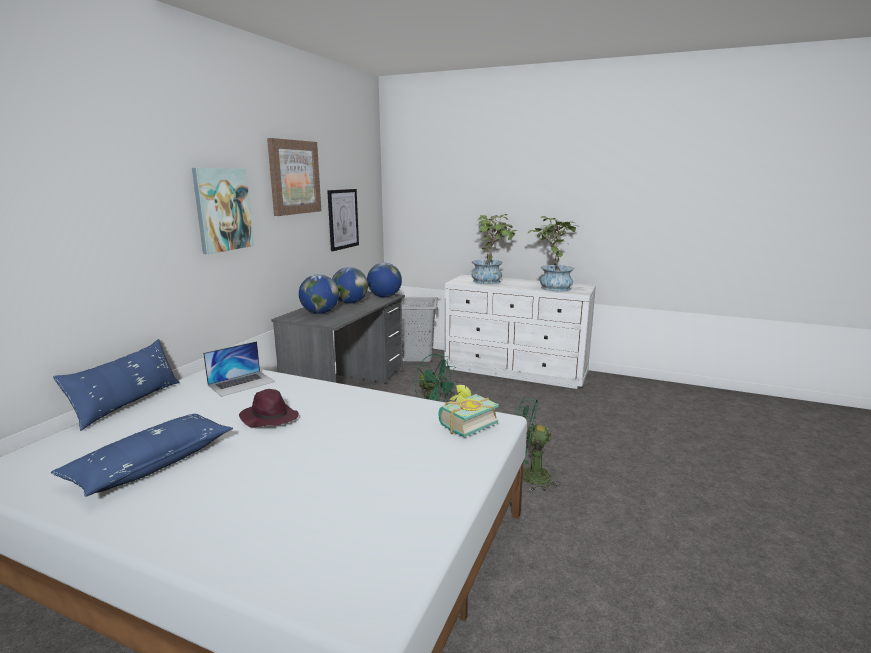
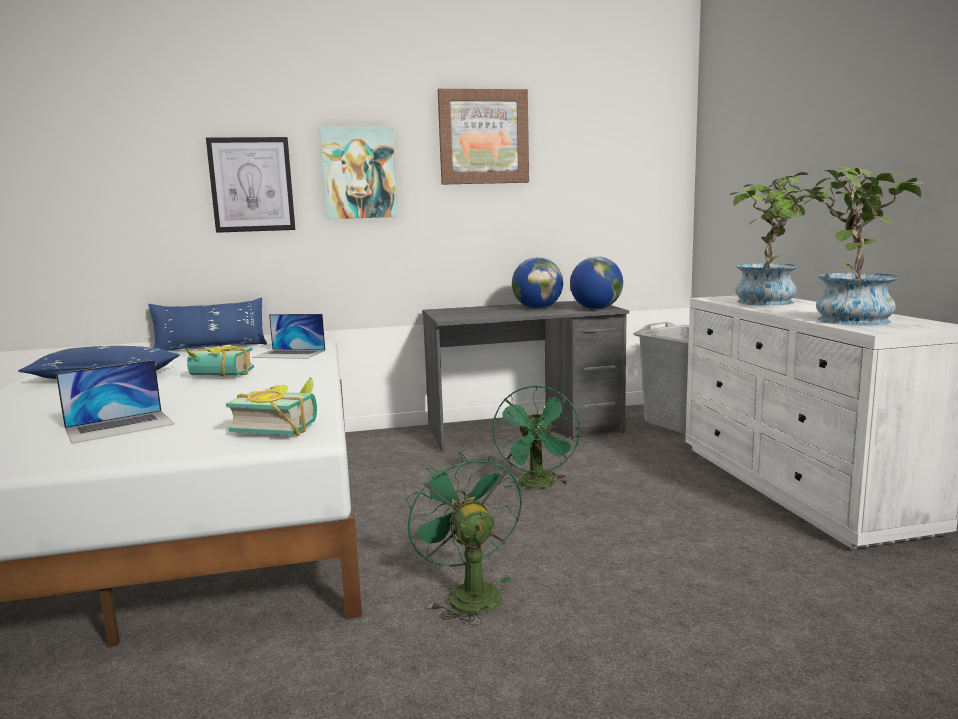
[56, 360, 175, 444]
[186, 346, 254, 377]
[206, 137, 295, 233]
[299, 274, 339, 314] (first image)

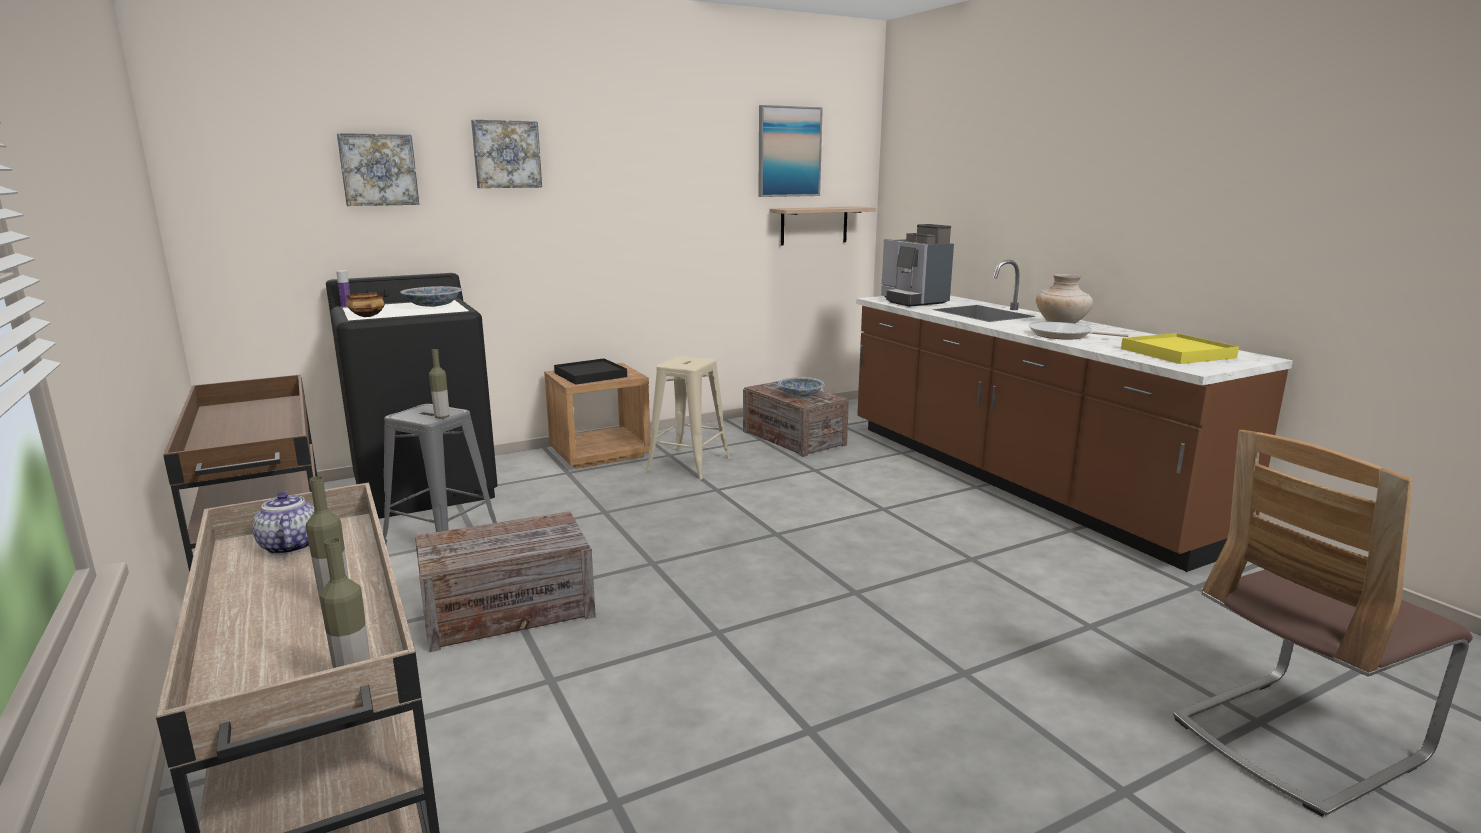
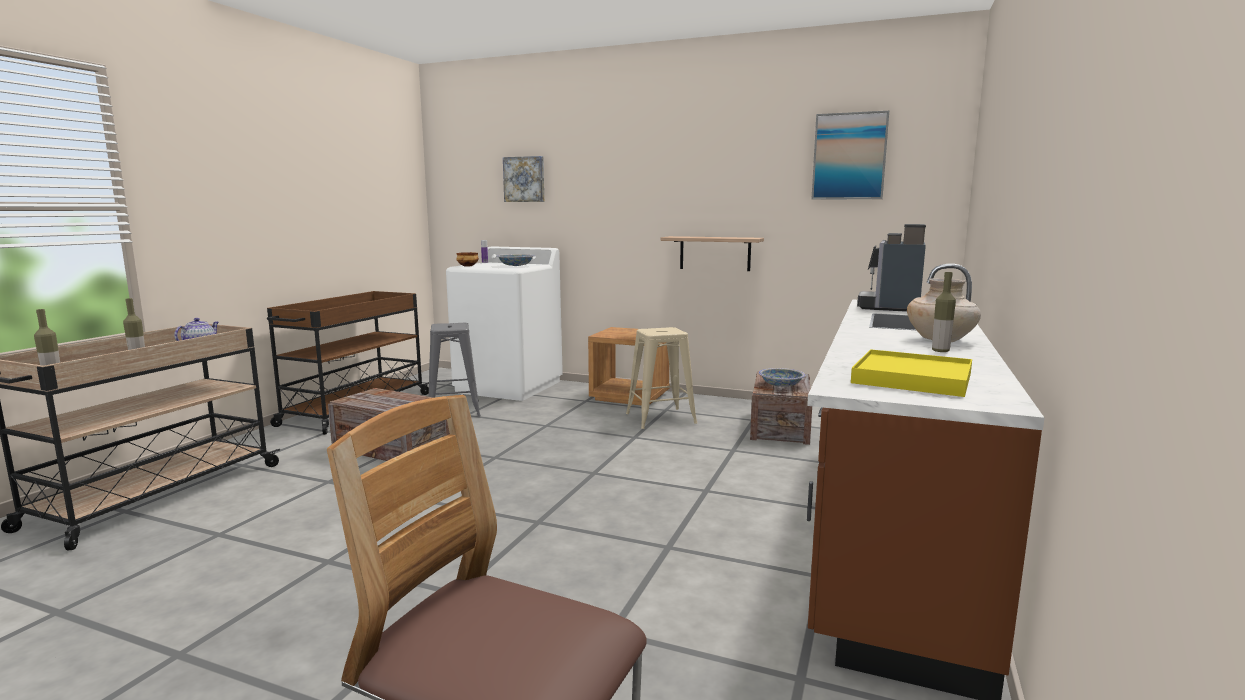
[446, 246, 563, 401]
[661, 236, 764, 271]
[932, 272, 956, 352]
[471, 120, 542, 188] (first image)
[554, 358, 627, 385] (first image)
[1029, 322, 1129, 340] (first image)

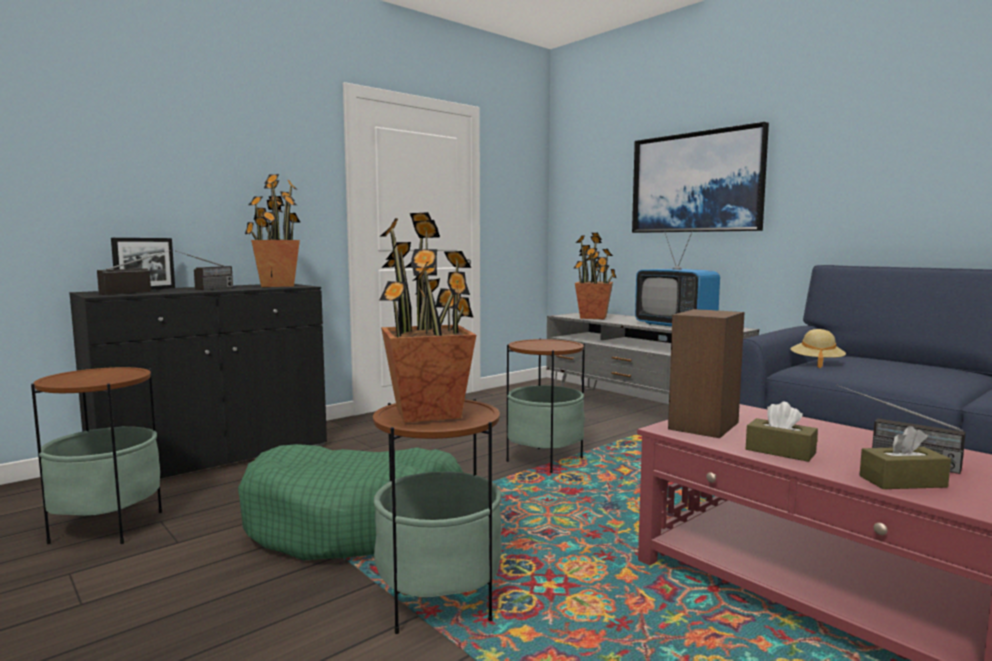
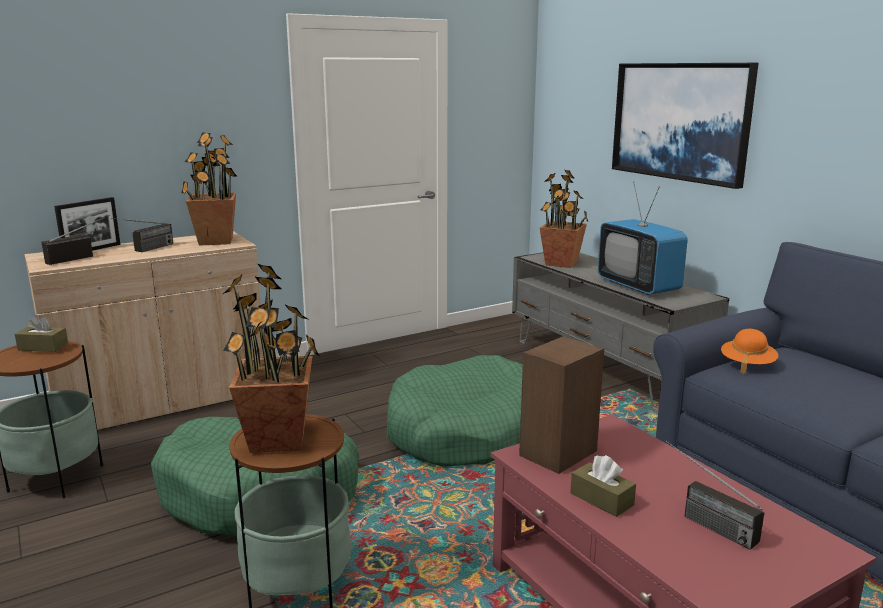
[15, 315, 68, 352]
[24, 231, 264, 430]
[387, 355, 523, 467]
[721, 329, 778, 374]

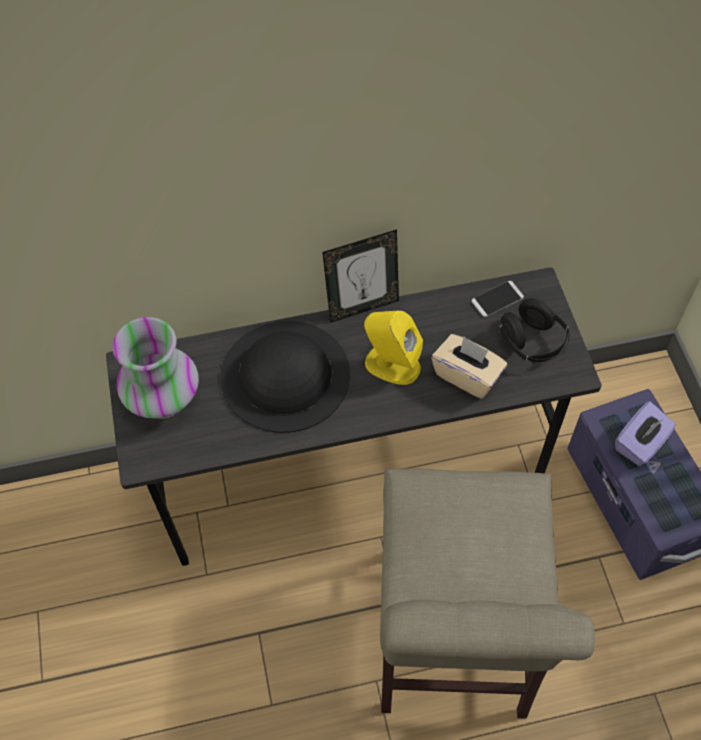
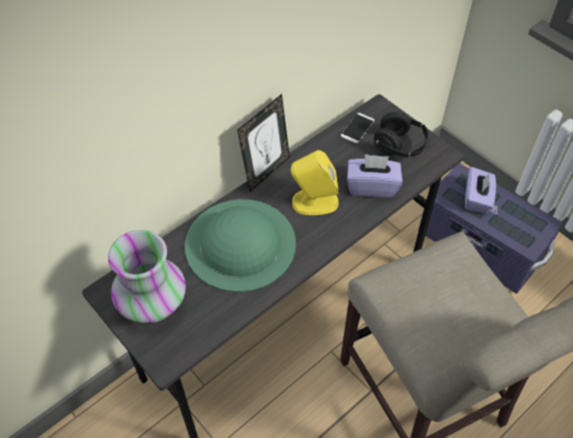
[185, 199, 296, 292]
[347, 154, 403, 198]

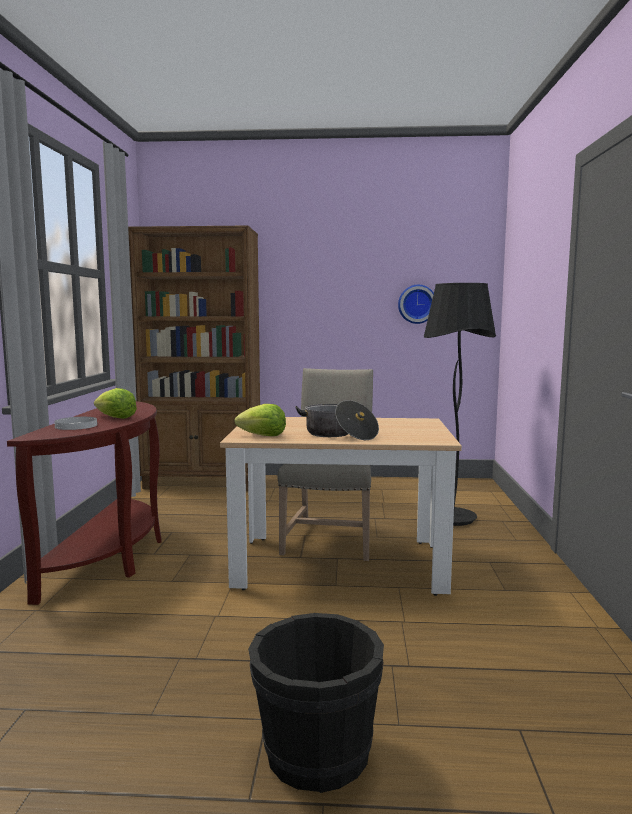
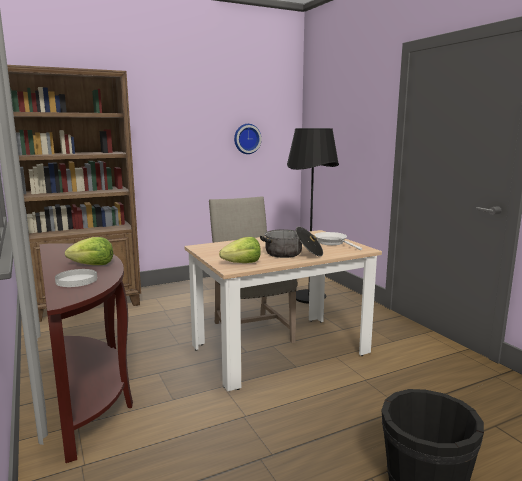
[314, 232, 362, 250]

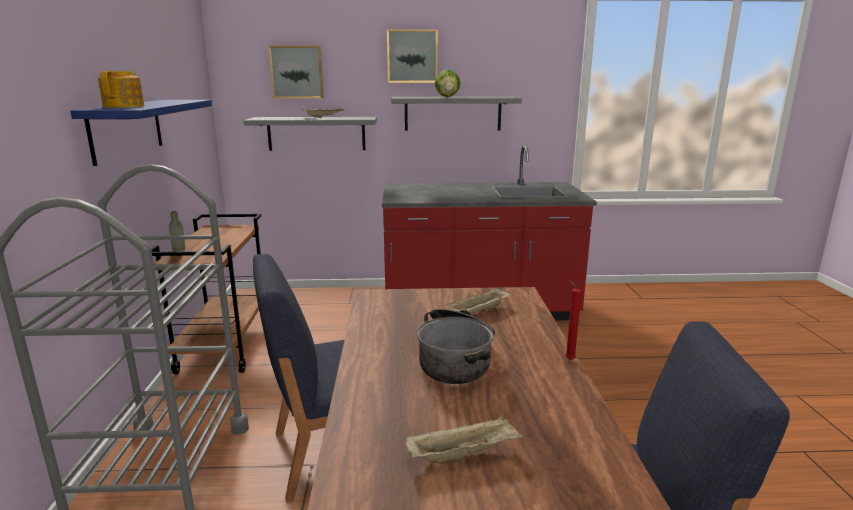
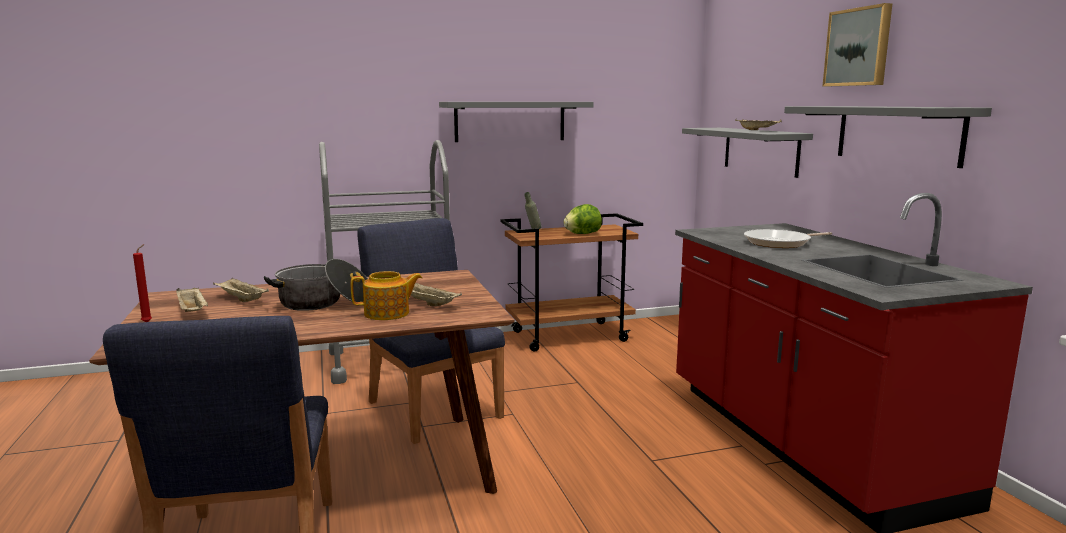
[133, 244, 152, 322]
[213, 278, 269, 302]
[351, 271, 422, 320]
[439, 102, 594, 142]
[563, 204, 602, 234]
[744, 229, 832, 248]
[269, 46, 324, 99] (first image)

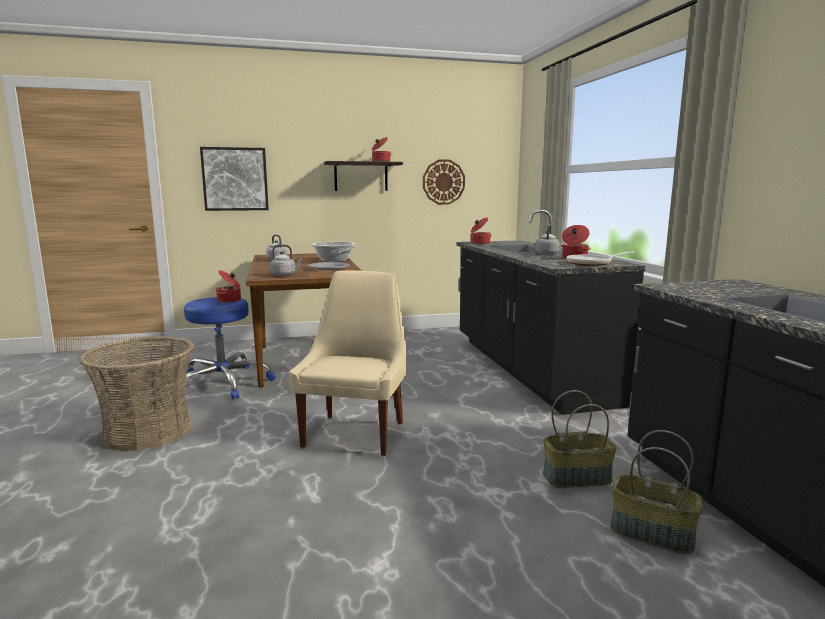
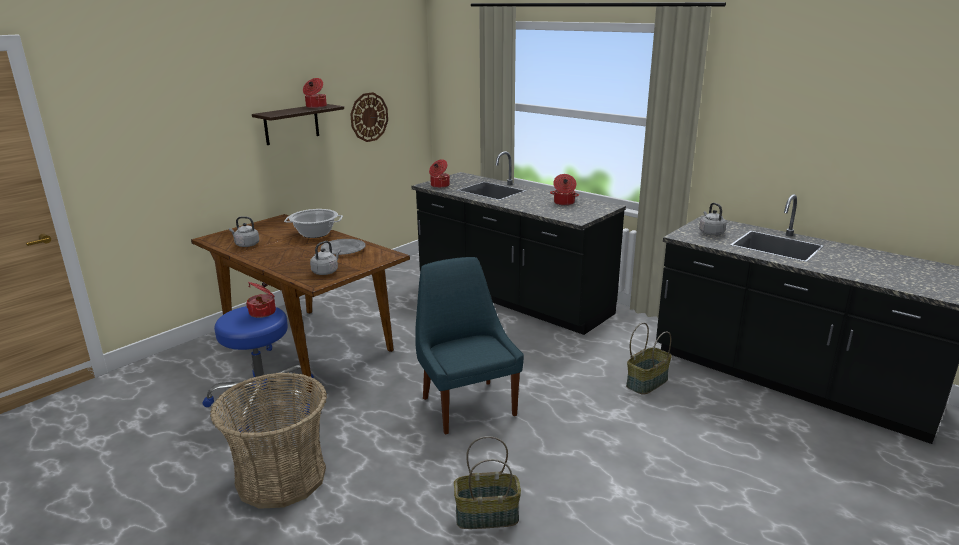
[415, 257, 524, 434]
[454, 436, 521, 529]
[699, 203, 727, 235]
[200, 147, 269, 211] (first image)
[567, 251, 635, 266] (first image)

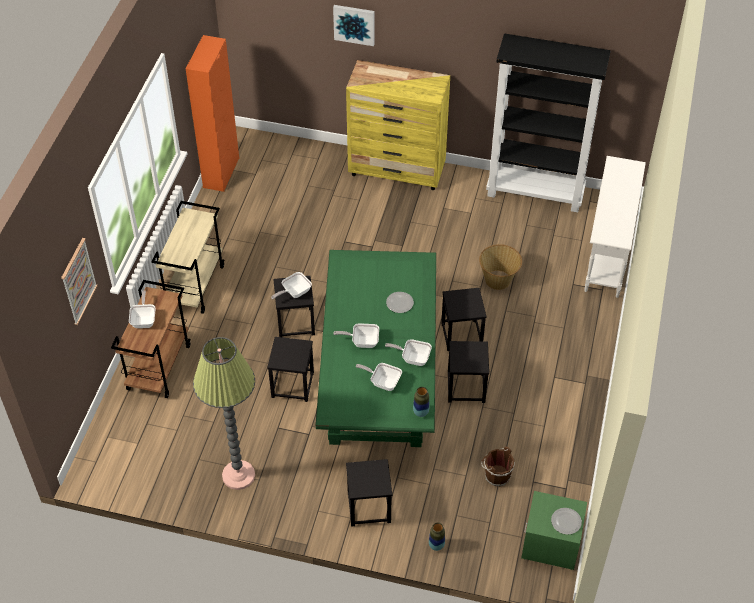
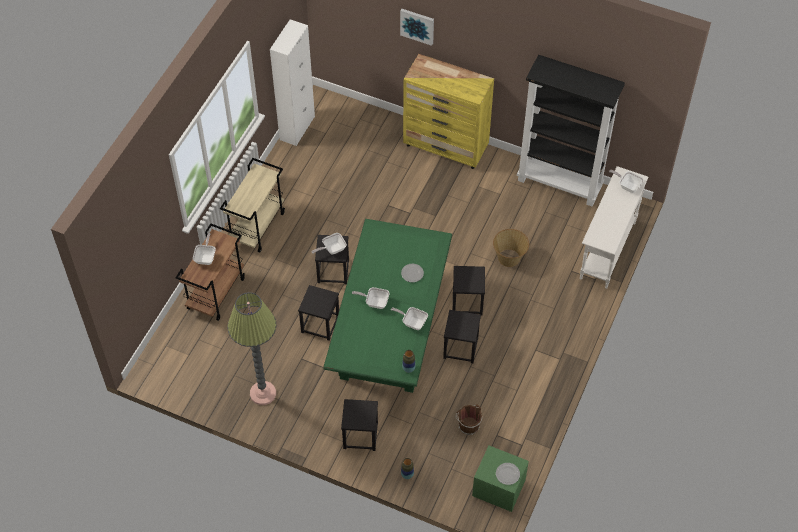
[270, 19, 315, 146]
[609, 170, 644, 193]
[61, 238, 98, 325] (first image)

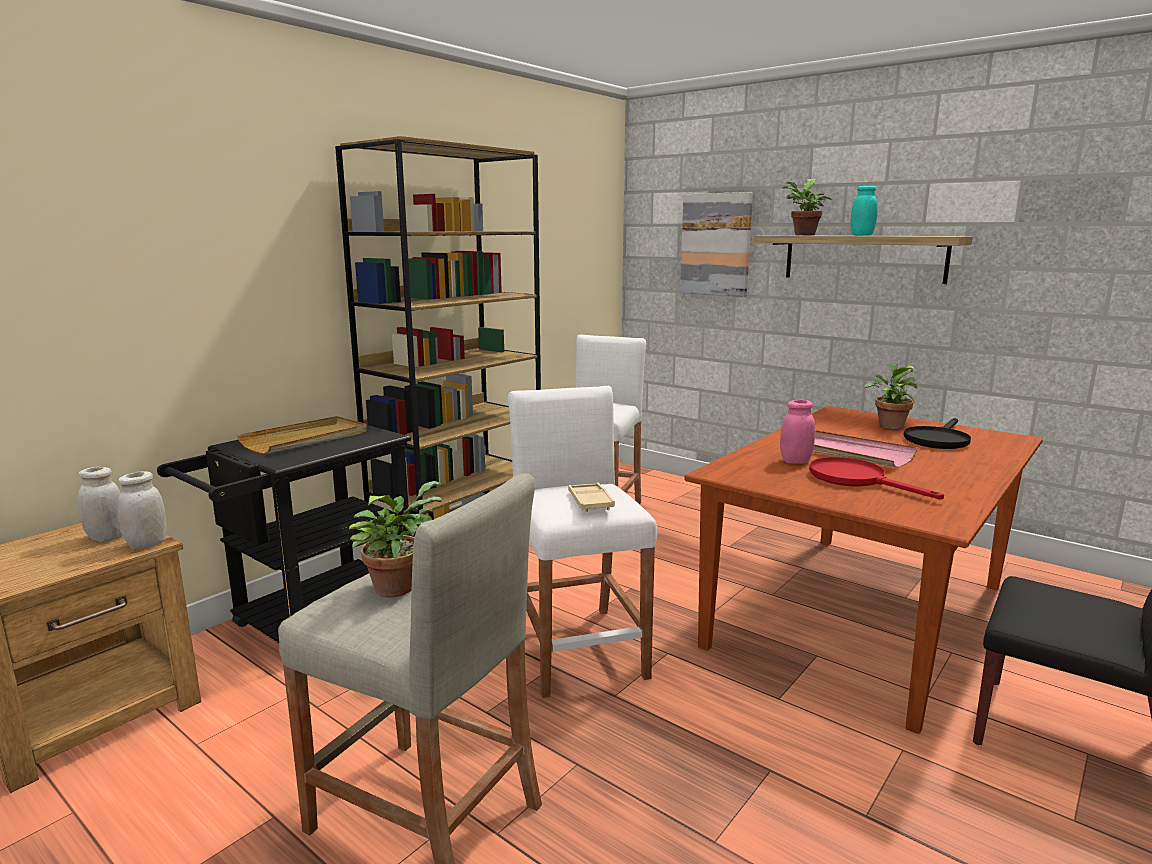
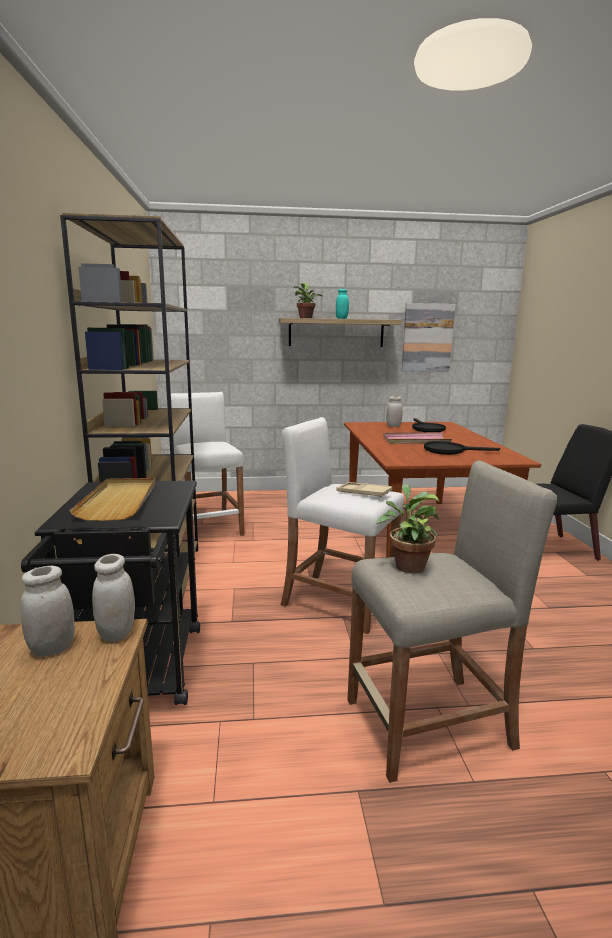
[386, 396, 403, 427]
[402, 303, 455, 372]
[424, 441, 500, 455]
[780, 400, 815, 464] (first image)

